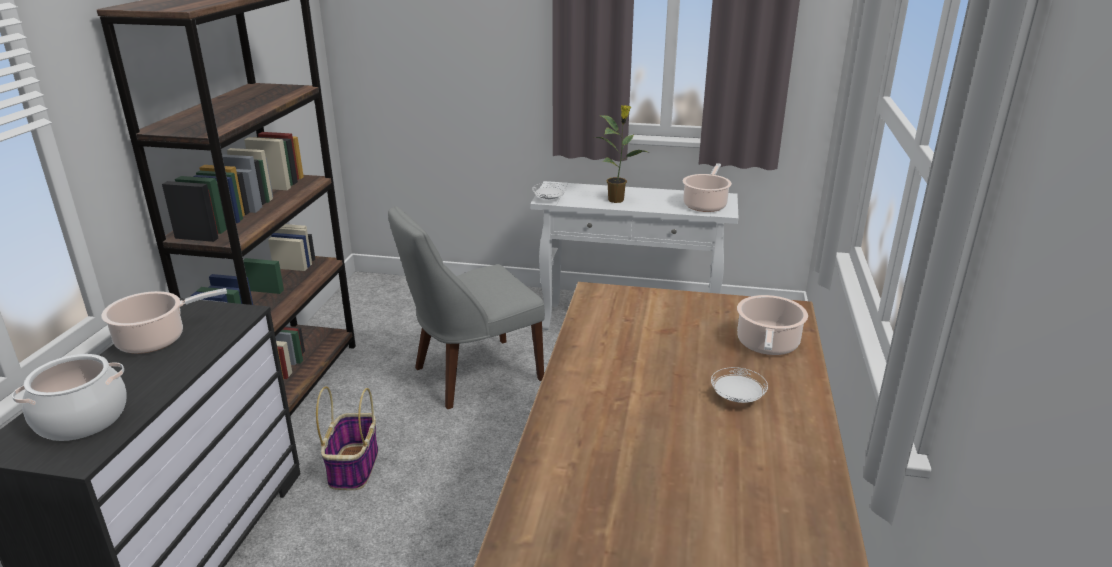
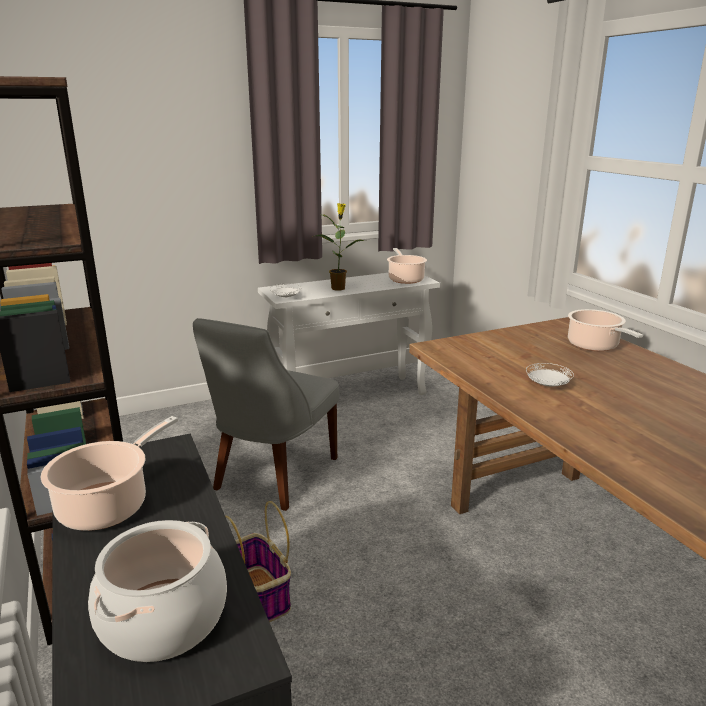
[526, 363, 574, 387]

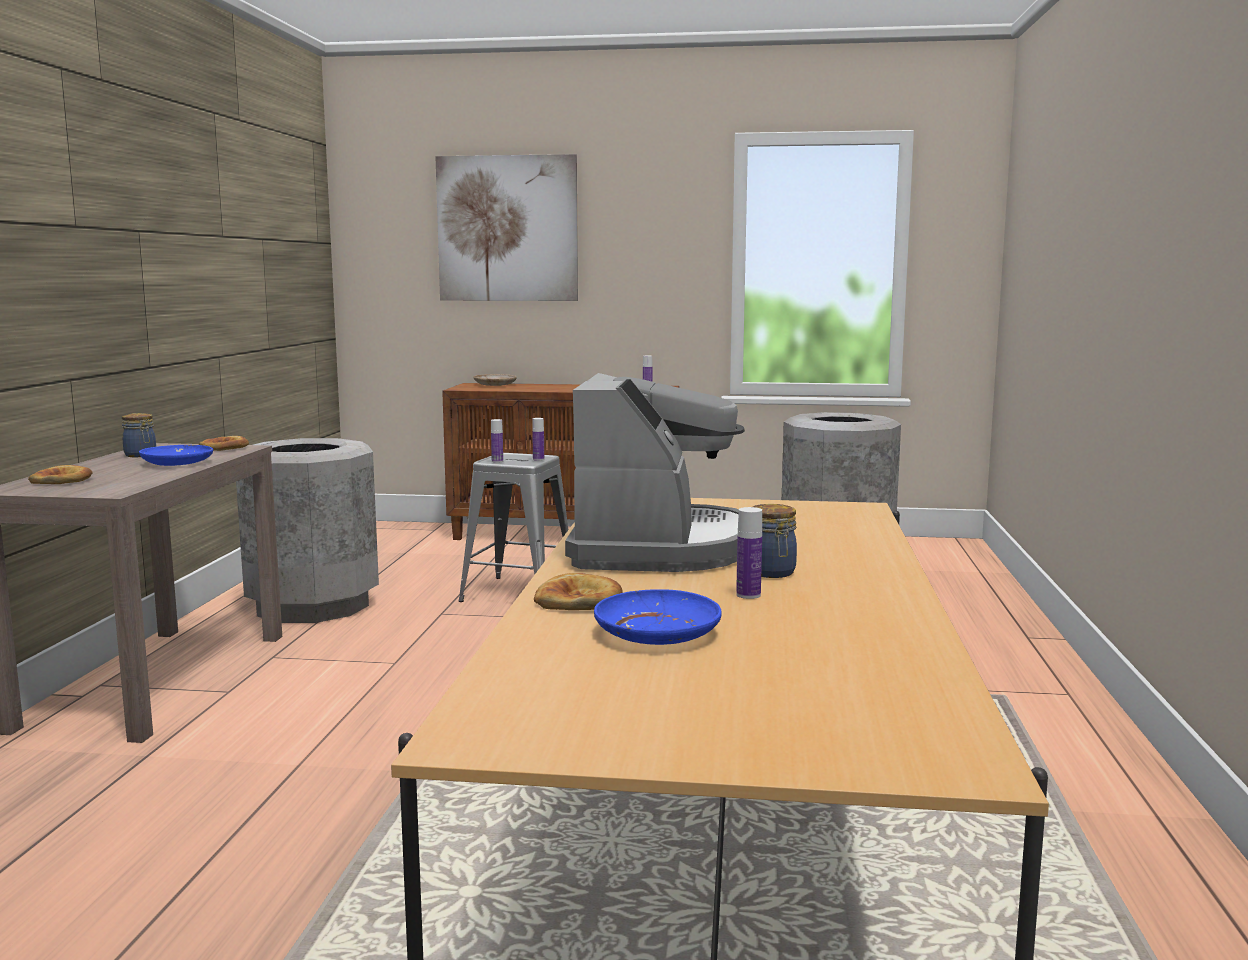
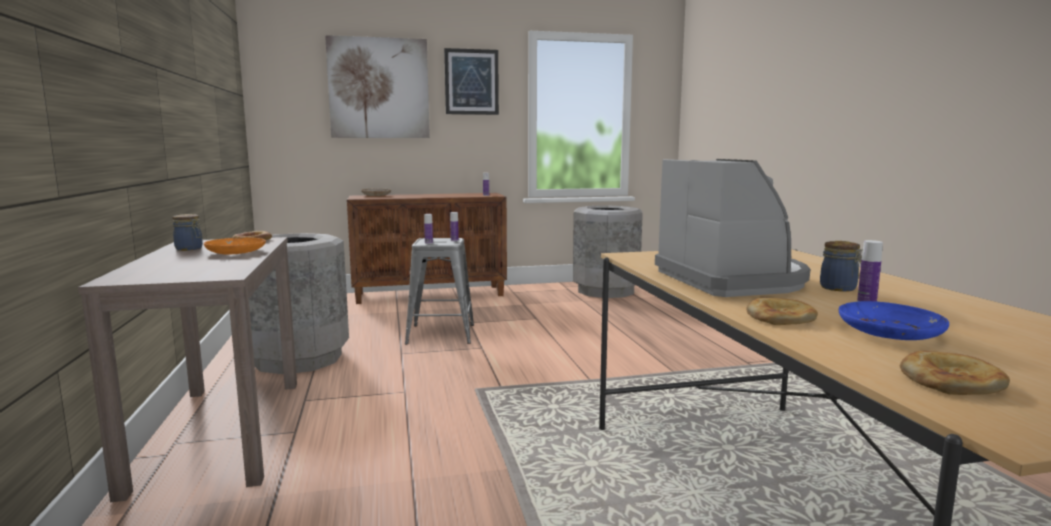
[204, 237, 266, 254]
[444, 48, 499, 115]
[900, 351, 1010, 395]

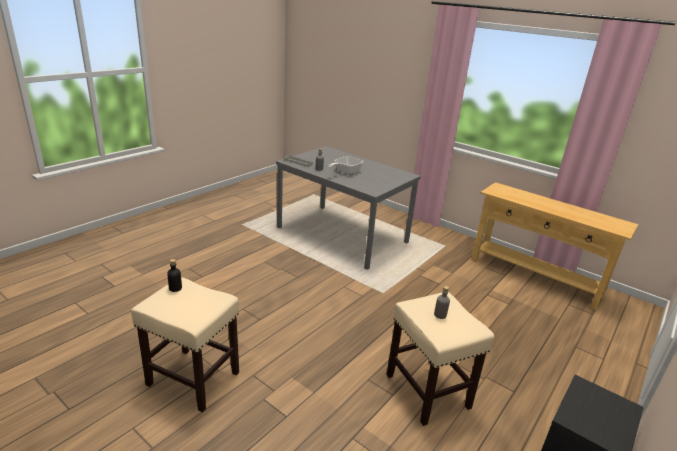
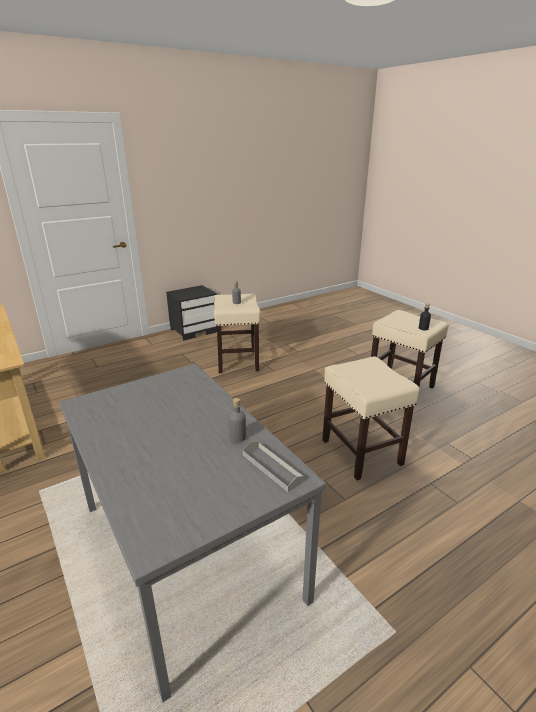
[322, 356, 420, 480]
[329, 156, 363, 174] (first image)

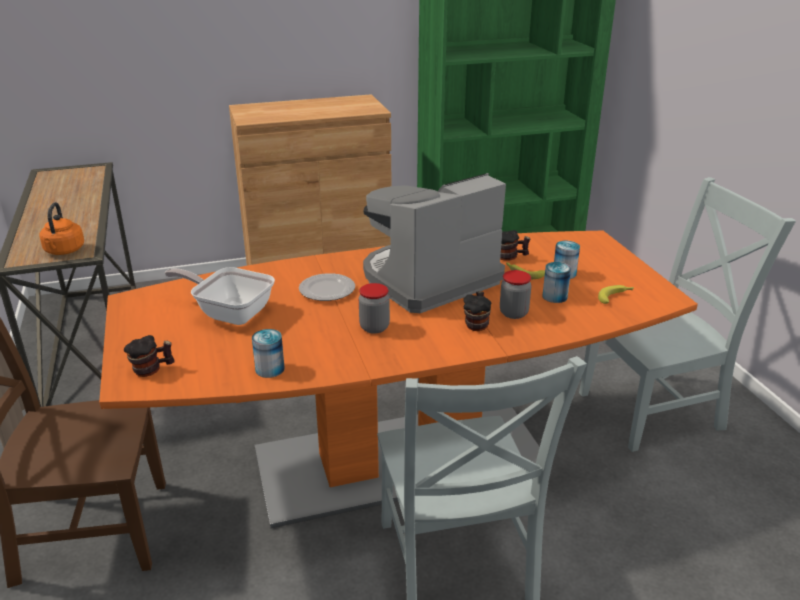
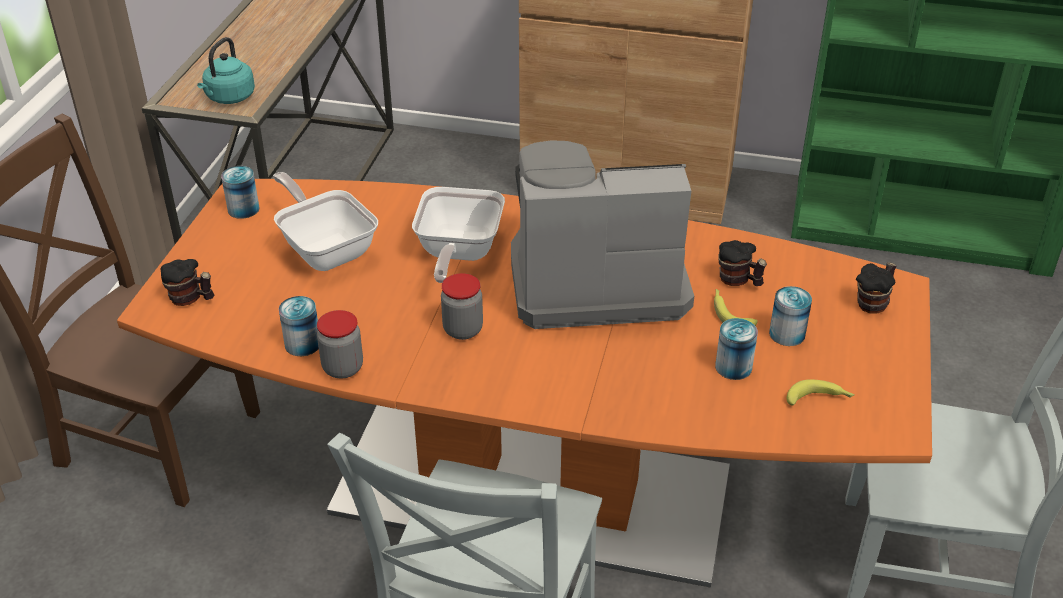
[197, 37, 255, 104]
[221, 166, 259, 219]
[317, 310, 363, 379]
[412, 187, 505, 283]
[856, 262, 896, 314]

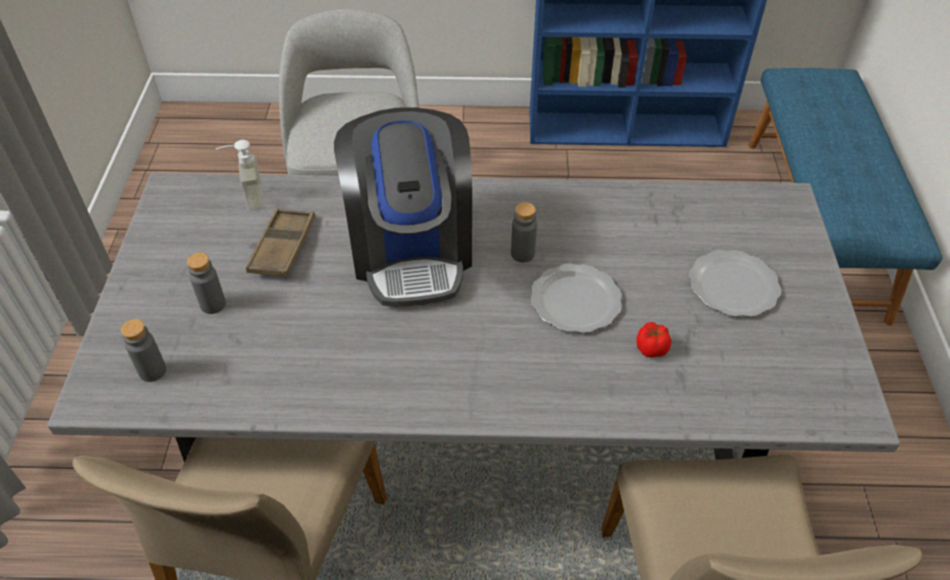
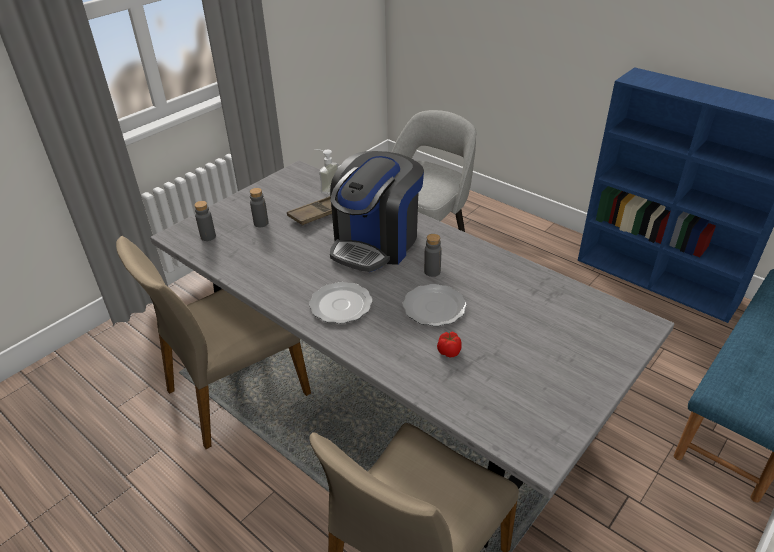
[309, 282, 373, 324]

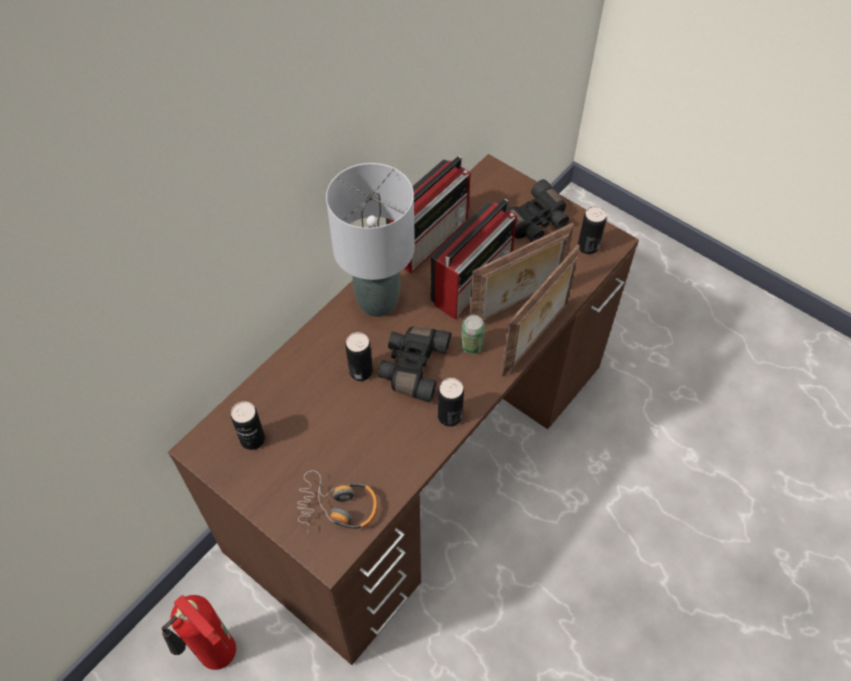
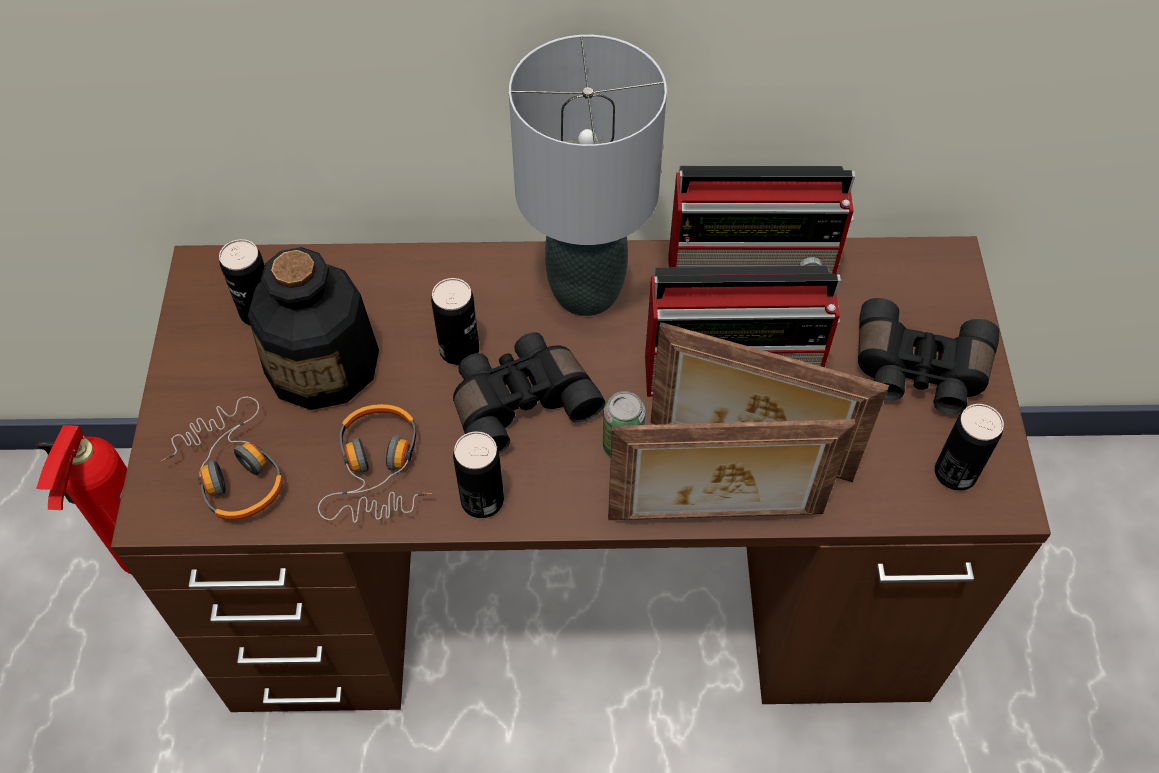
[248, 247, 379, 410]
[318, 404, 432, 523]

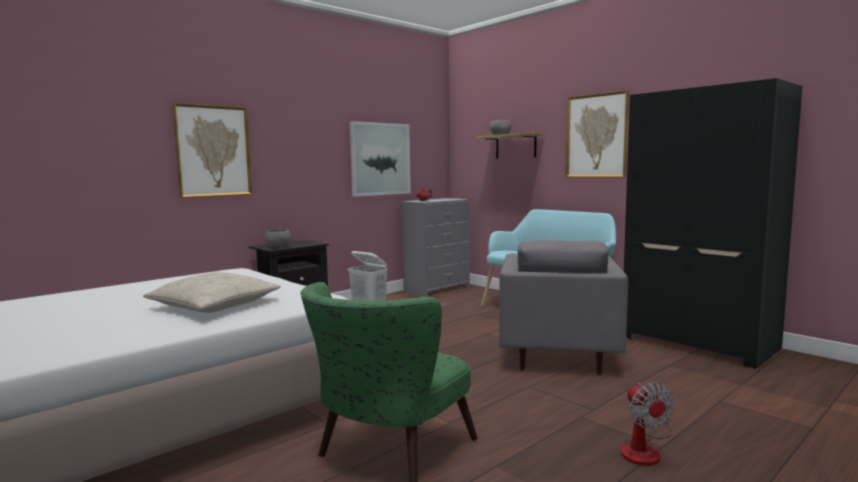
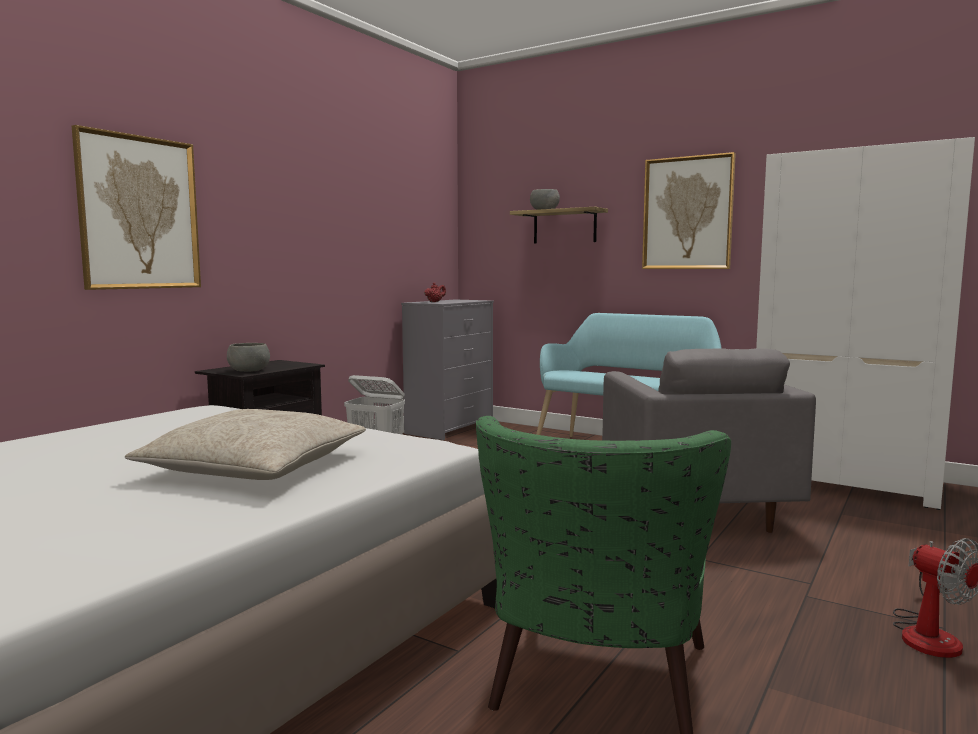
[756, 137, 975, 510]
[350, 121, 411, 197] (first image)

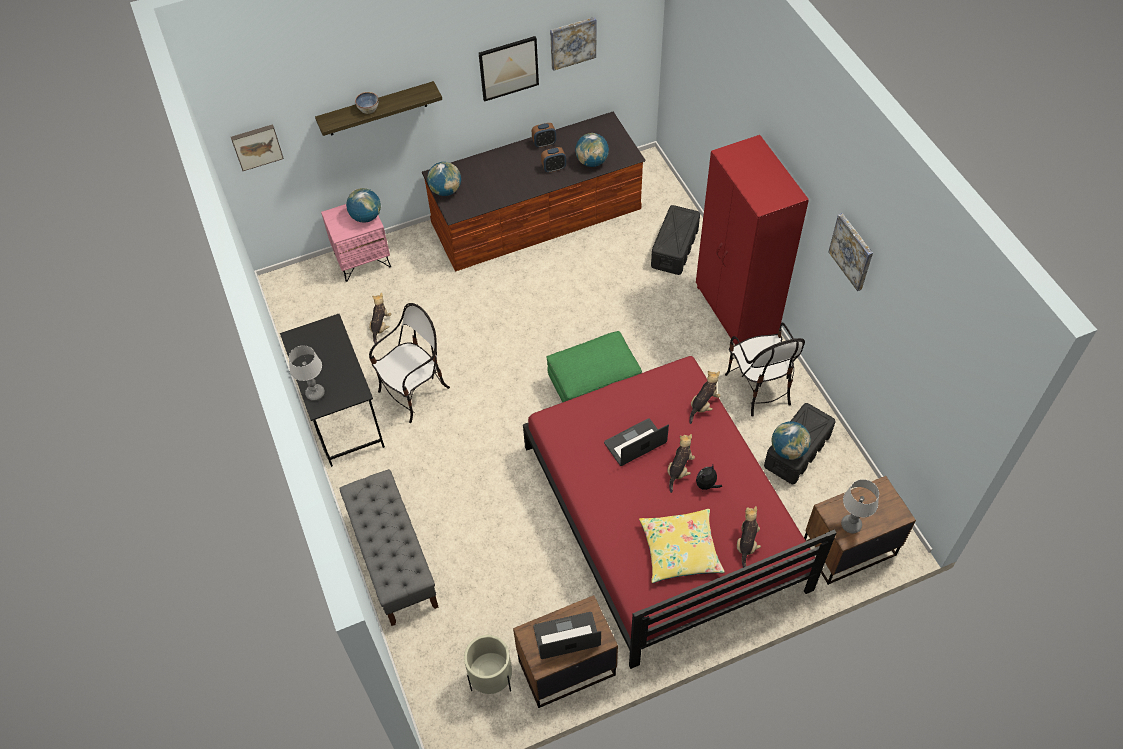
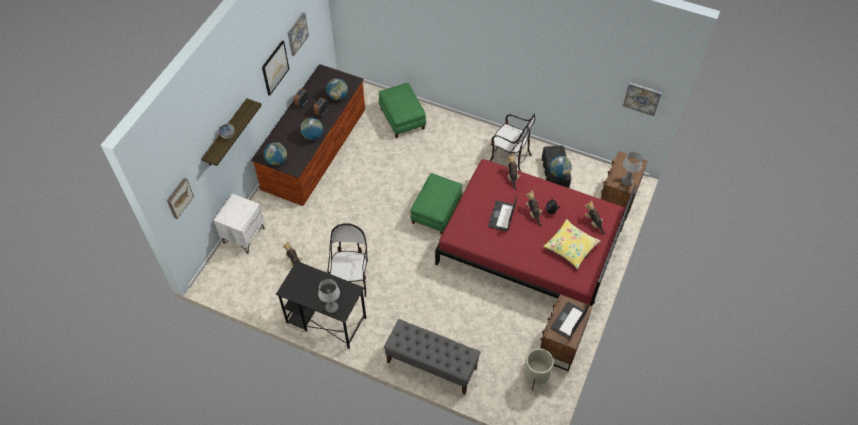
[213, 194, 265, 253]
[300, 118, 323, 140]
[379, 83, 426, 138]
[623, 83, 662, 116]
[696, 135, 809, 345] (first image)

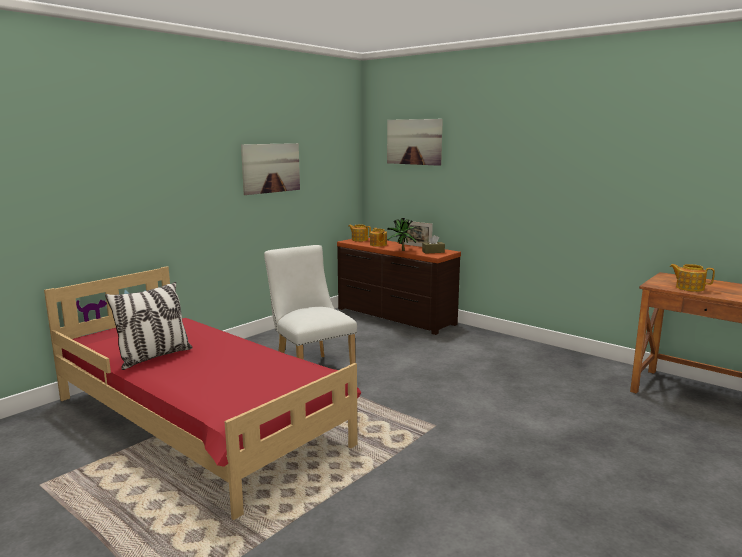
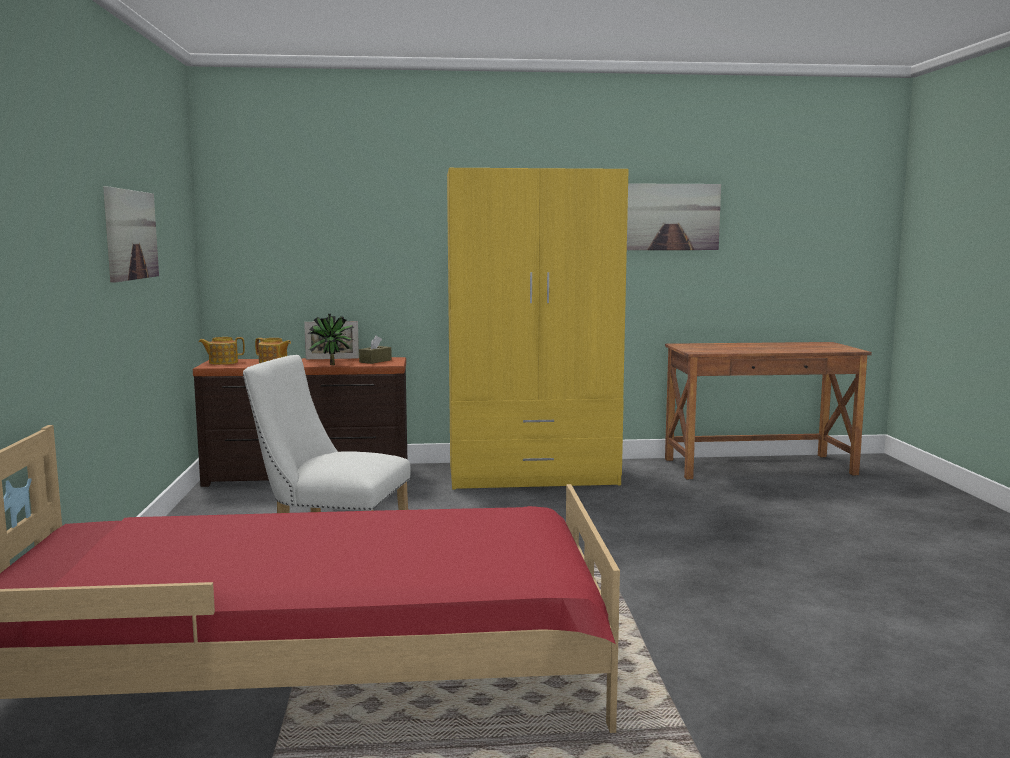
[447, 168, 629, 489]
[627, 183, 721, 250]
[105, 282, 193, 370] (first image)
[669, 264, 715, 292] (first image)

